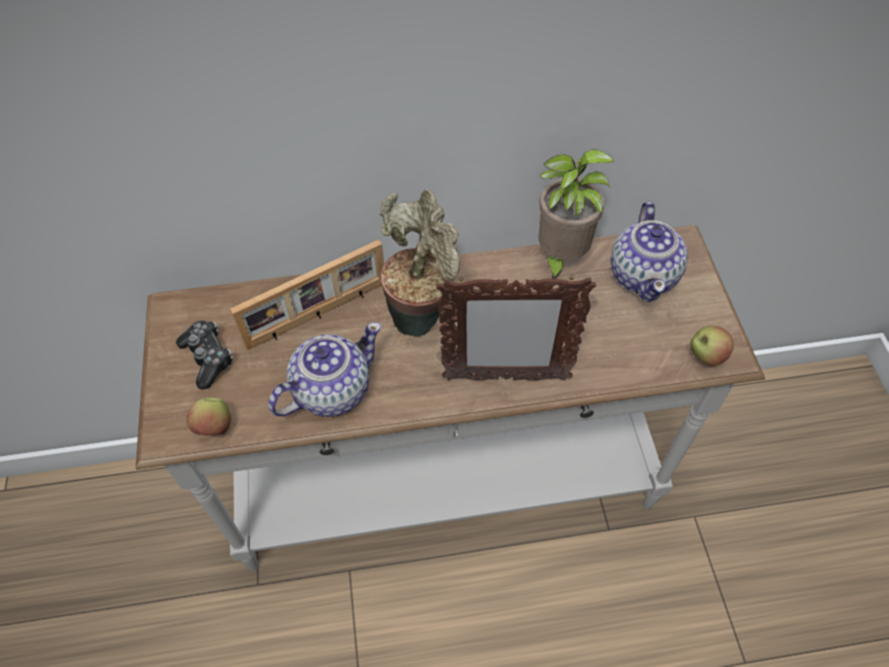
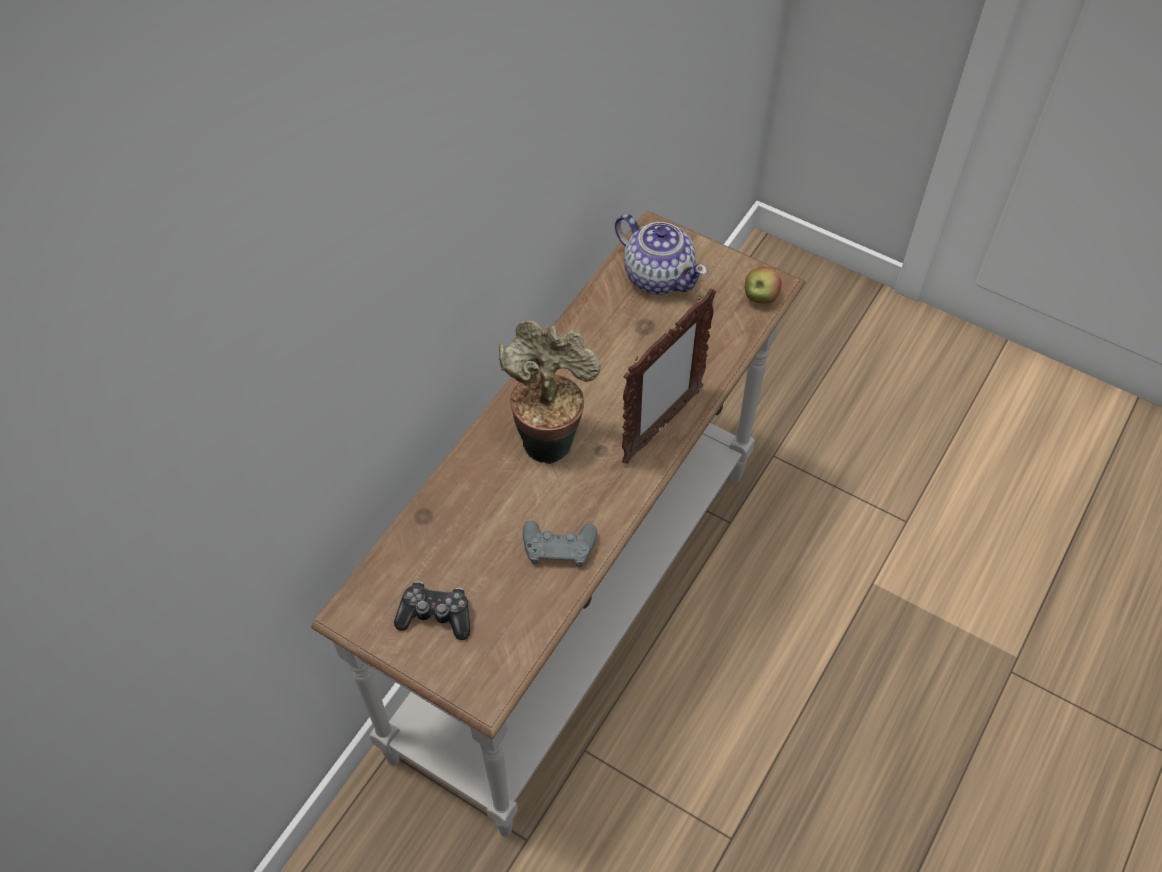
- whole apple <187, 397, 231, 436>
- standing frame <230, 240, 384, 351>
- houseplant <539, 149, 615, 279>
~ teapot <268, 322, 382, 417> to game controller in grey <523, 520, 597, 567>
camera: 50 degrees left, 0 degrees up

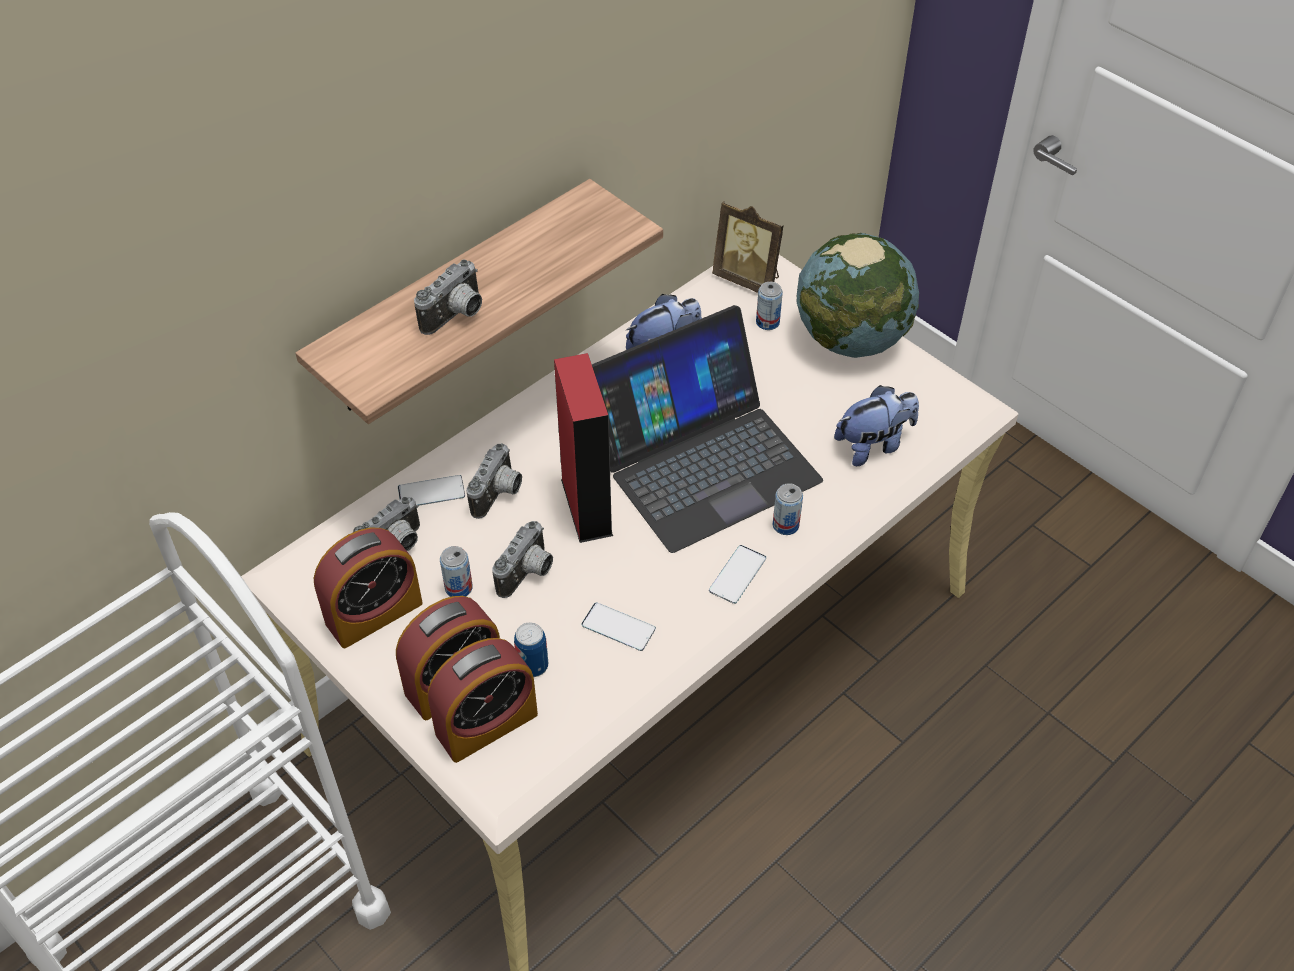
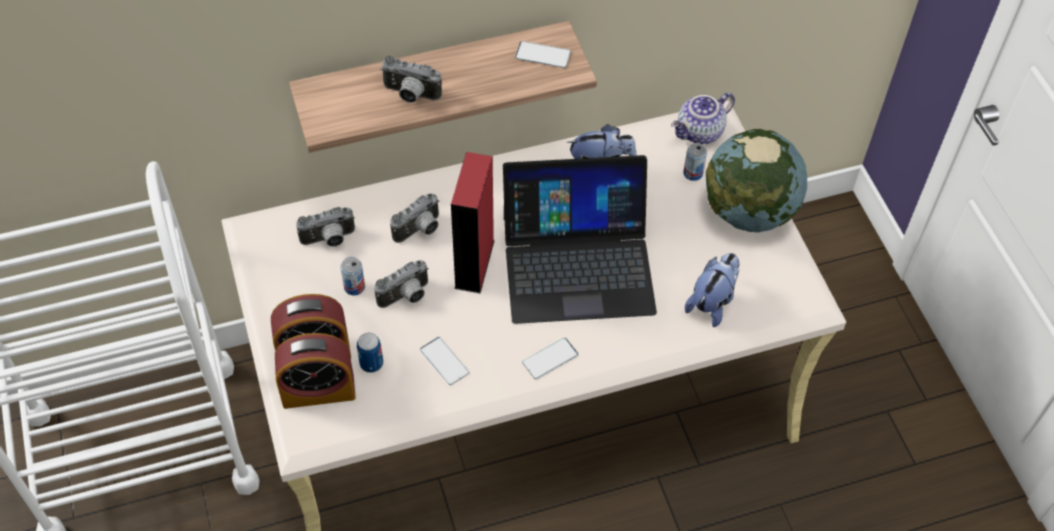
- table clock <314, 528, 423, 648>
- sealed can <773, 483, 803, 535>
~ handset <398, 475, 465, 506> to <515, 41, 571, 68>
~ standing frame <712, 201, 784, 293> to teapot <671, 92, 735, 144>
~ still camera <414, 259, 482, 335> = <380, 56, 442, 103> 45 degrees clockwise
~ soft toy <834, 385, 919, 466> = <685, 253, 740, 327> 60 degrees counterclockwise
camera: 25 degrees right, 5 degrees up

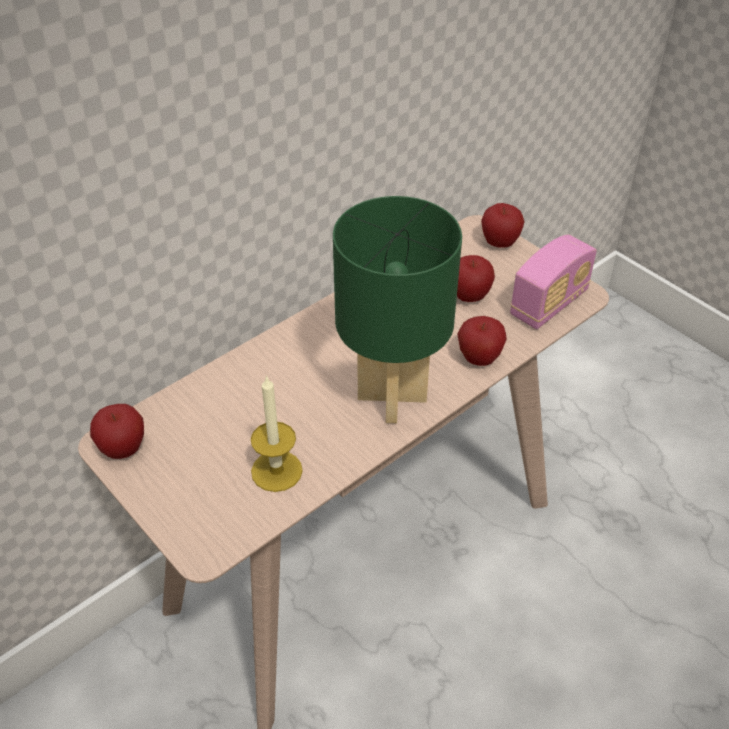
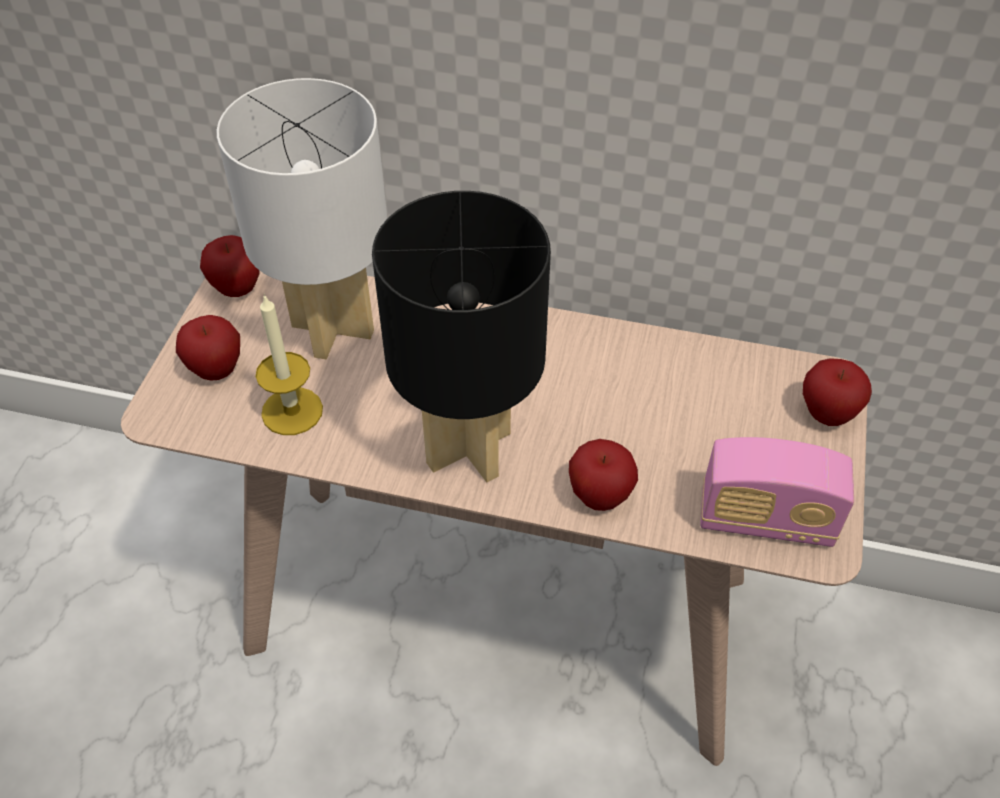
+ tabletop lamp in white-coloured <217, 78, 387, 359>
~ whole apple <457, 255, 495, 302> to <176, 315, 240, 381>
~ tabletop lamp in green <333, 196, 462, 423> to tabletop lamp in black-coloured <372, 191, 551, 482>
camera: 55 degrees right, 5 degrees up

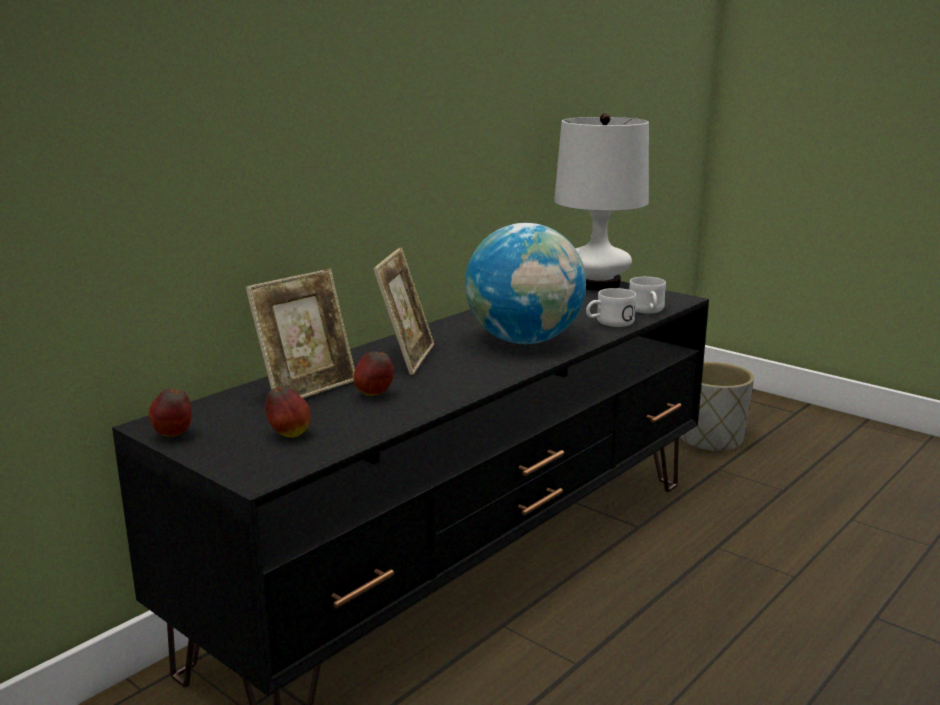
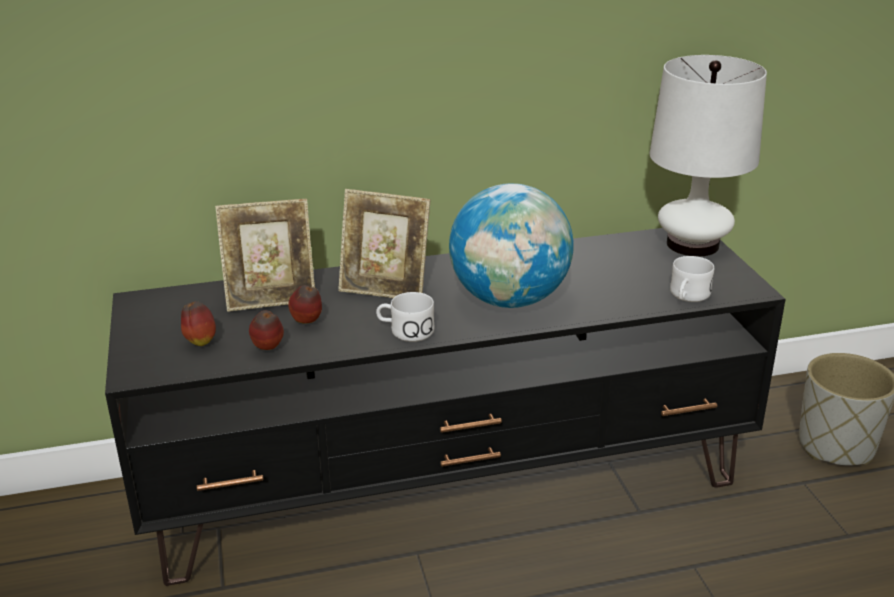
~ whole apple <149, 388, 192, 436> to <249, 310, 284, 350>
~ mug in white-coloured <586, 288, 636, 327> to <376, 292, 434, 342>
~ standing frame <373, 247, 434, 375> = <338, 189, 431, 298> 60 degrees clockwise
camera: 35 degrees right, 10 degrees up

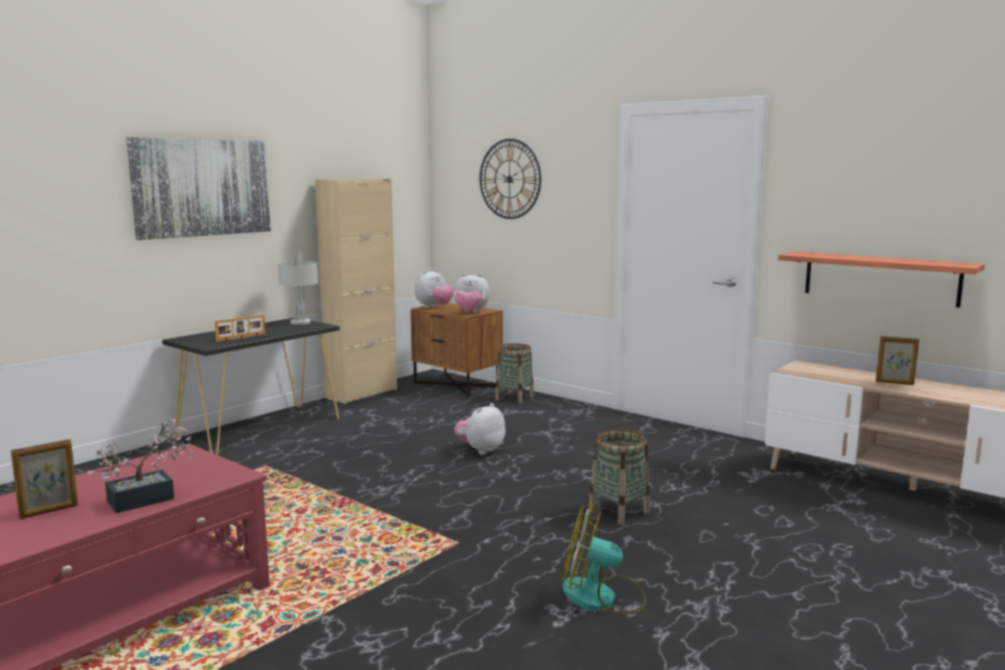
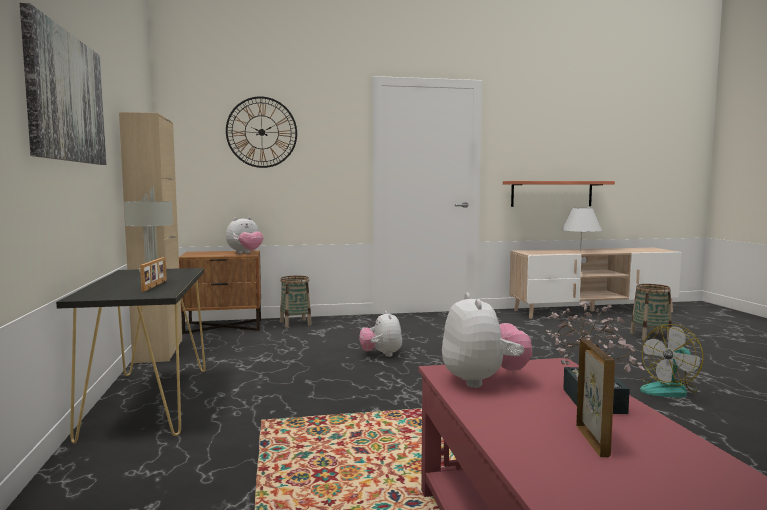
~ soft toy <415, 269, 454, 308> to <442, 293, 532, 388>
~ storage basket <589, 429, 650, 525> to <630, 284, 672, 340>
~ standing frame <876, 336, 919, 385> to tabletop lamp in white-coloured <561, 208, 602, 251>
camera: 50 degrees left, 5 degrees down

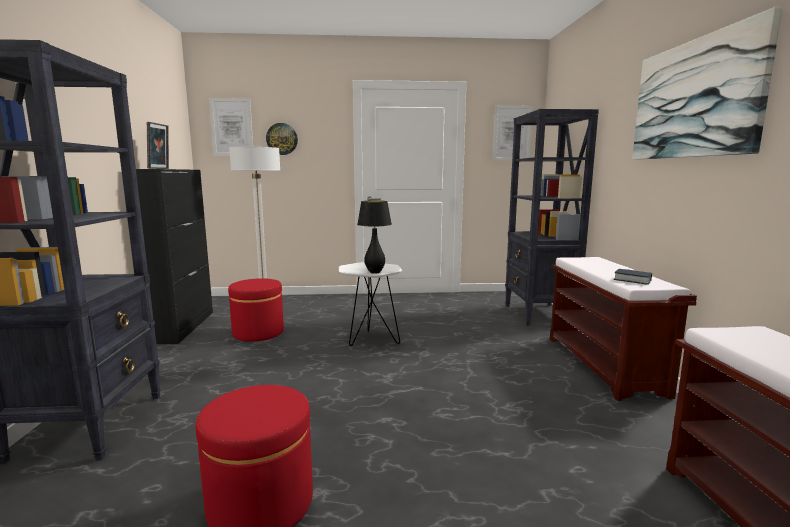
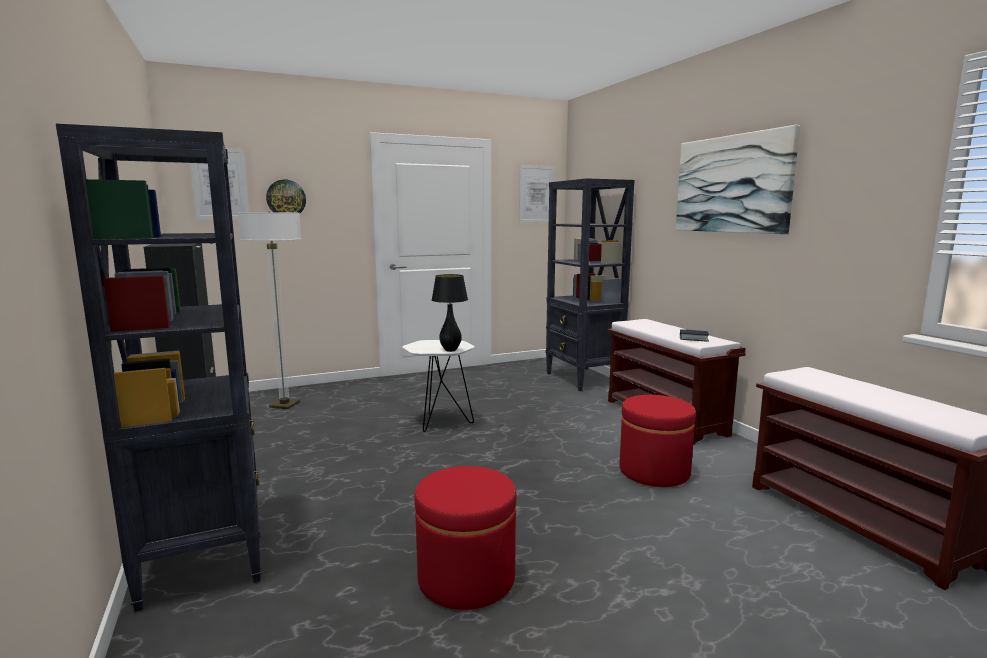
- standing frame <147, 122, 169, 169>
~ ottoman in red-coloured <228, 278, 284, 342> to <619, 395, 696, 487>
camera: 20 degrees left, 0 degrees up

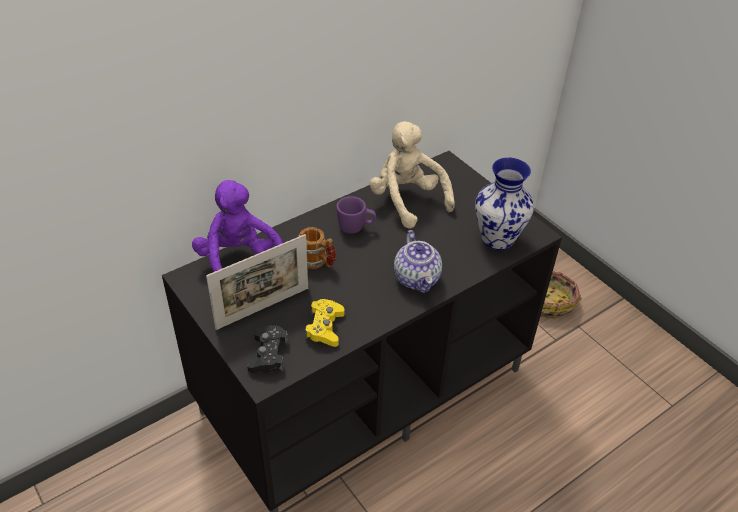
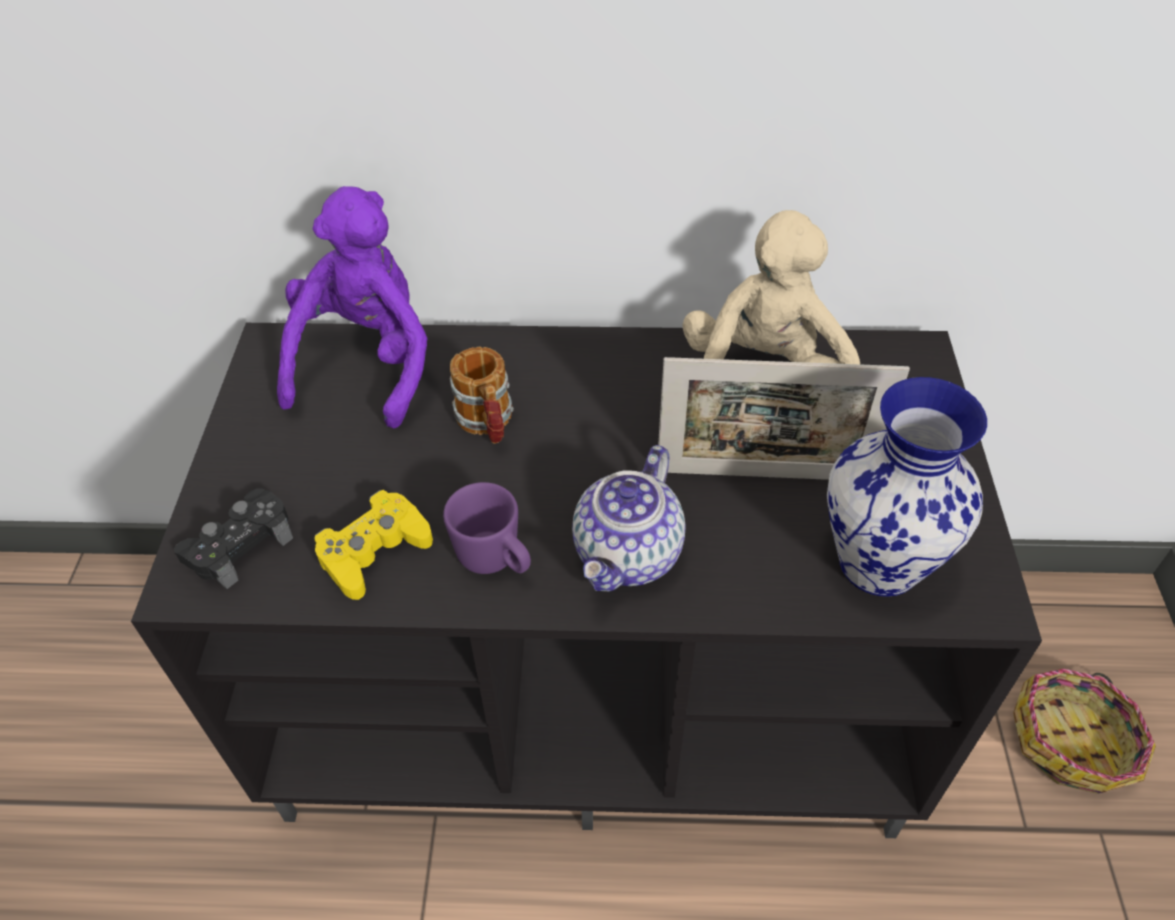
~ standing frame <206, 234, 308, 330> to <658, 357, 910, 480>
~ mug in purple <336, 196, 376, 234> to <443, 482, 531, 574>
camera: 40 degrees right, 5 degrees up

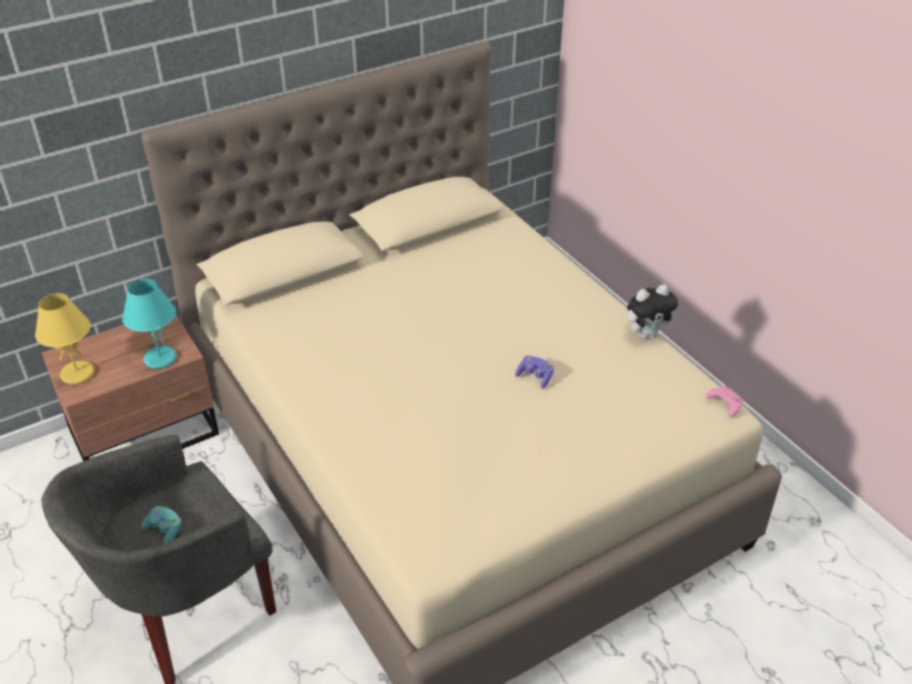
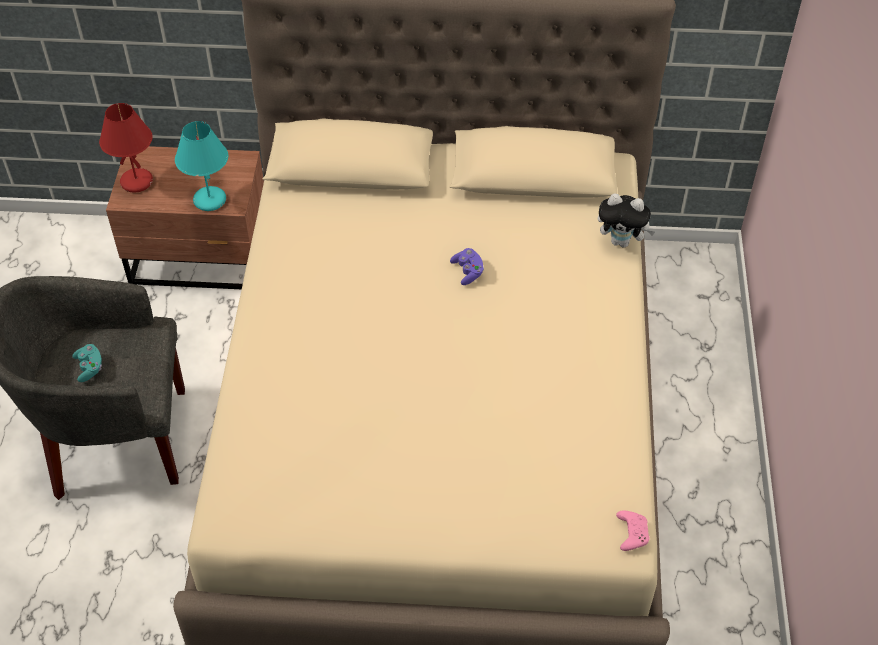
~ game controller in purple <515, 356, 554, 389> to <450, 248, 484, 285>
~ soft toy <627, 285, 678, 339> to <598, 194, 655, 248>
~ tabletop lamp in yellow <35, 293, 94, 385> to tabletop lamp in red-coloured <99, 103, 153, 193>
camera: 35 degrees right, 10 degrees up

